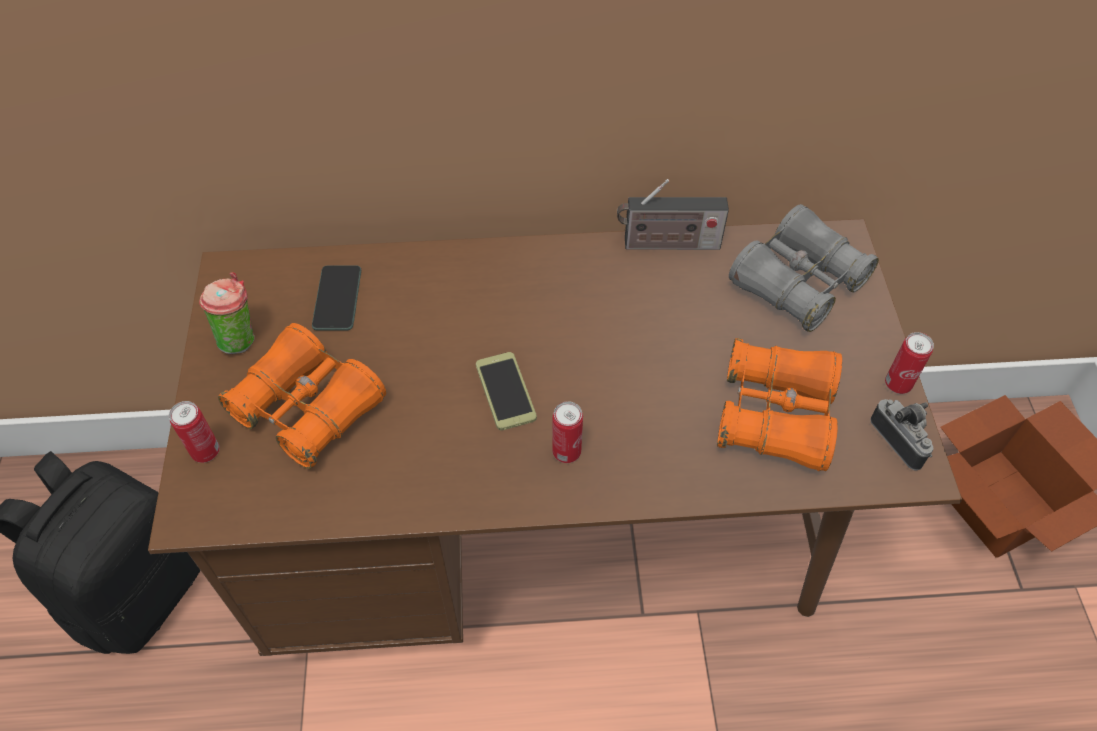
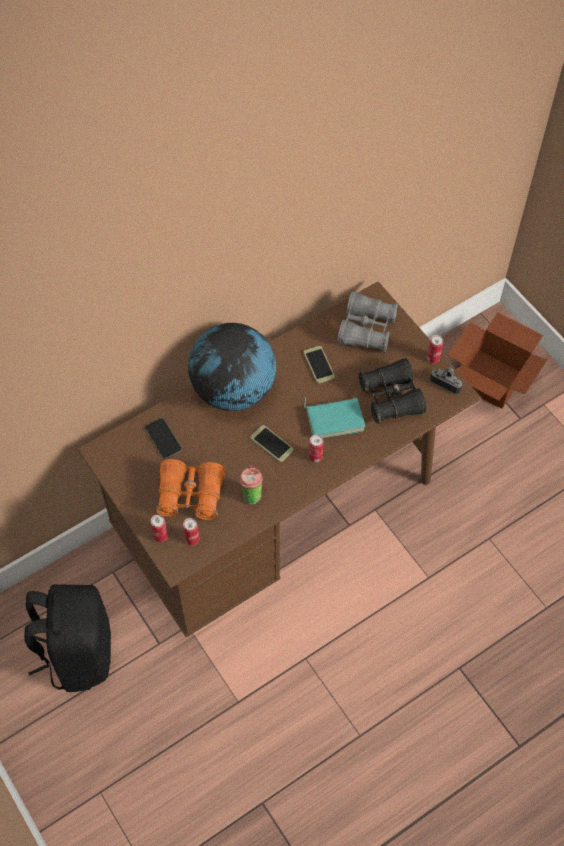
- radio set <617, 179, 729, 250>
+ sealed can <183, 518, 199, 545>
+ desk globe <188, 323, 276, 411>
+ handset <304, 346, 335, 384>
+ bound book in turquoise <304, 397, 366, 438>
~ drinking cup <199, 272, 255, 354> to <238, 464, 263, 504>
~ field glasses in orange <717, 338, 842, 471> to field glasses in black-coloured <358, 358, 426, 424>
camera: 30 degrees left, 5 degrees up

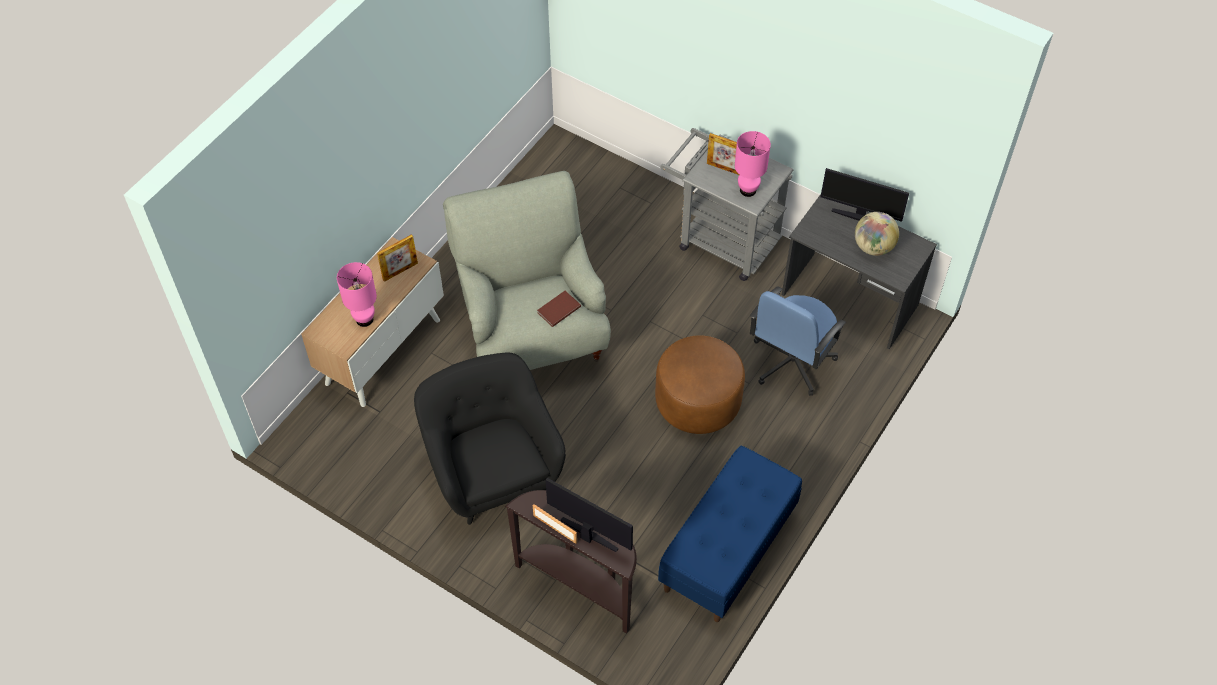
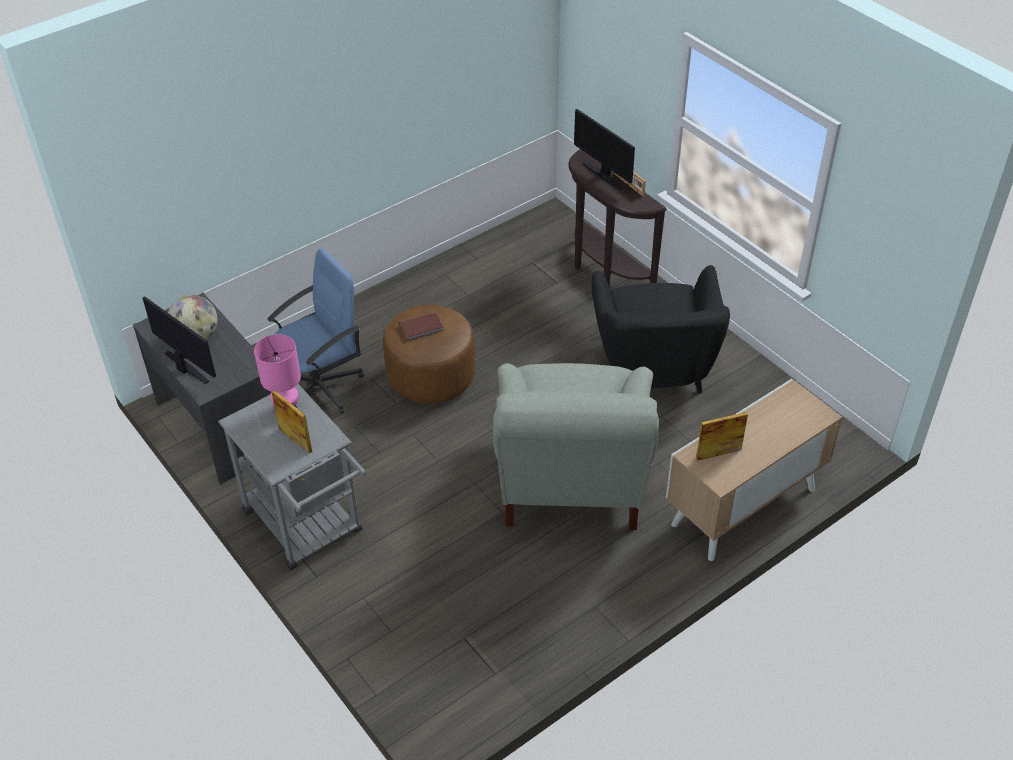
- tabletop lamp in pink-coloured <337, 262, 377, 327>
- bench in blue-coloured <658, 446, 802, 622>
~ bound book in brown <537, 291, 581, 327> to <399, 312, 444, 341>
camera: 160 degrees left, 10 degrees down

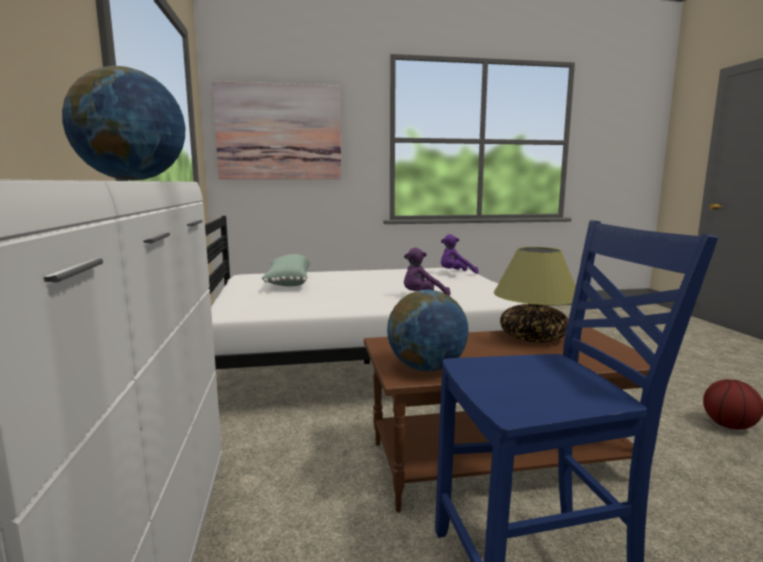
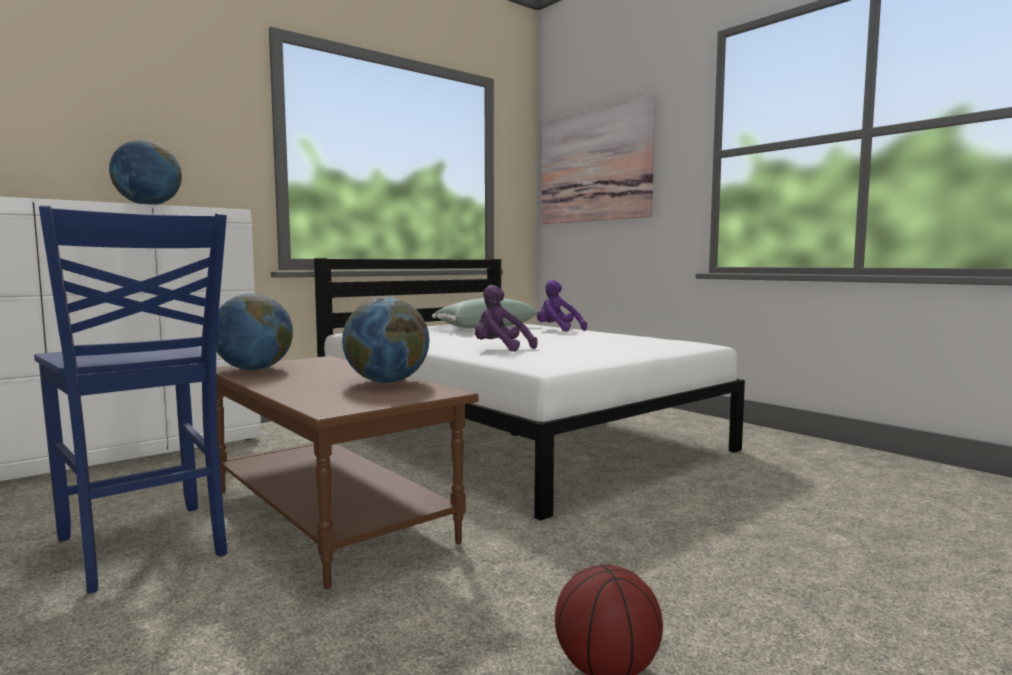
~ soft toy in purple <441, 234, 478, 274> to <537, 280, 587, 332>
~ tabletop lamp <494, 247, 576, 342> to desk globe <342, 297, 429, 383>
camera: 60 degrees right, 5 degrees down

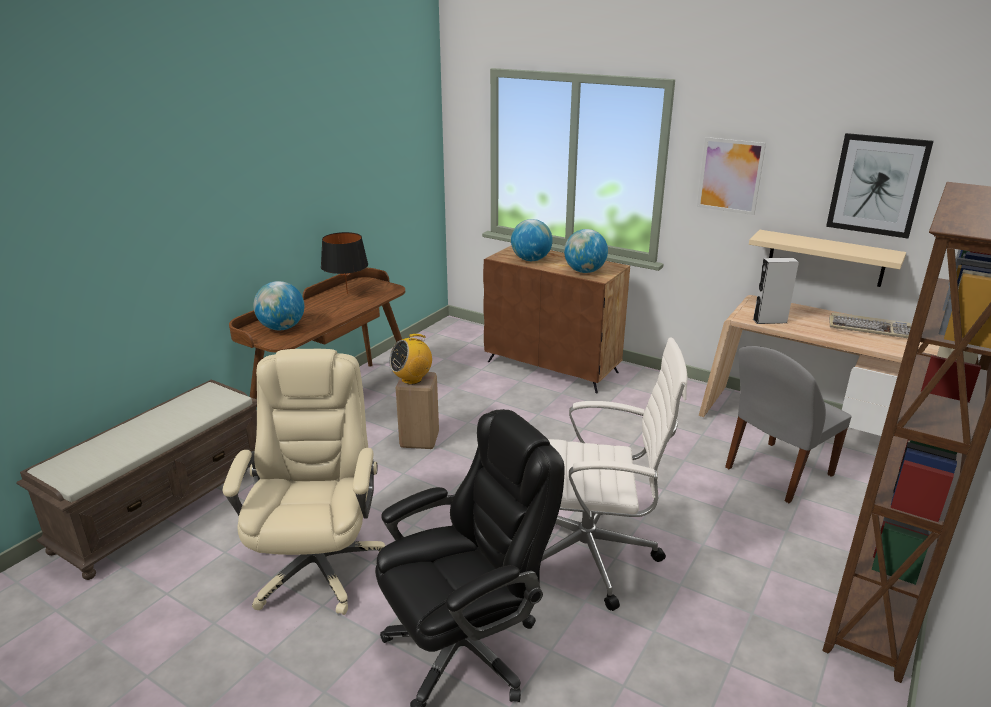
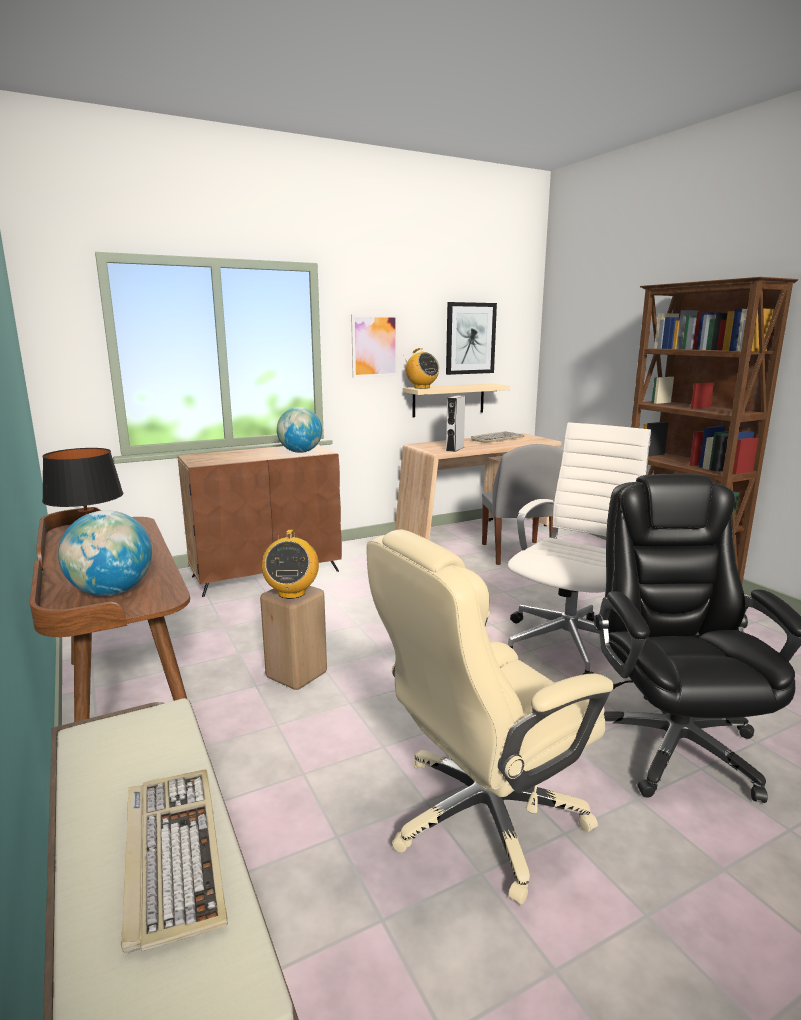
- desk globe <511, 219, 553, 261>
+ keyboard <121, 769, 228, 953>
+ radio set <403, 348, 439, 389>
~ desk chair in beige <222, 349, 385, 615> = <367, 530, 614, 905> 60 degrees counterclockwise
camera: 60 degrees left, 10 degrees down

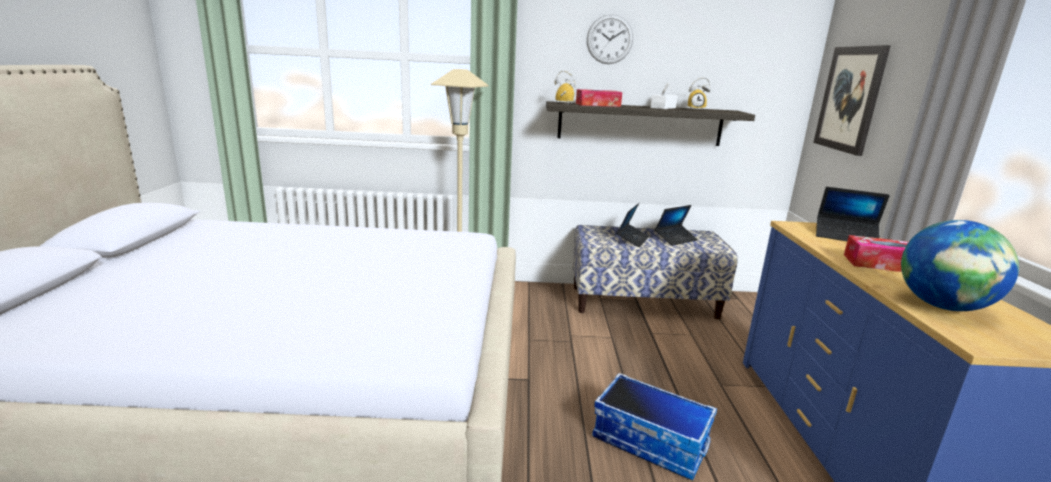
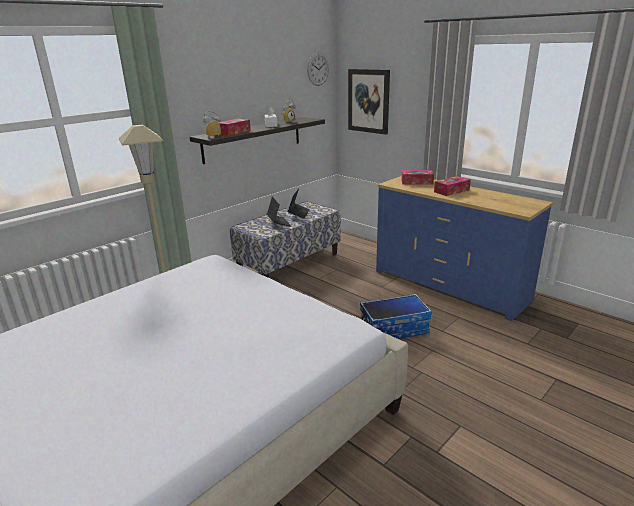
- desk globe <901, 220, 1019, 311>
~ wall clock <587, 14, 633, 64> to <307, 53, 329, 86>
~ portable computer <816, 187, 890, 241> to tissue holder <401, 170, 434, 185>
camera: 45 degrees left, 5 degrees up

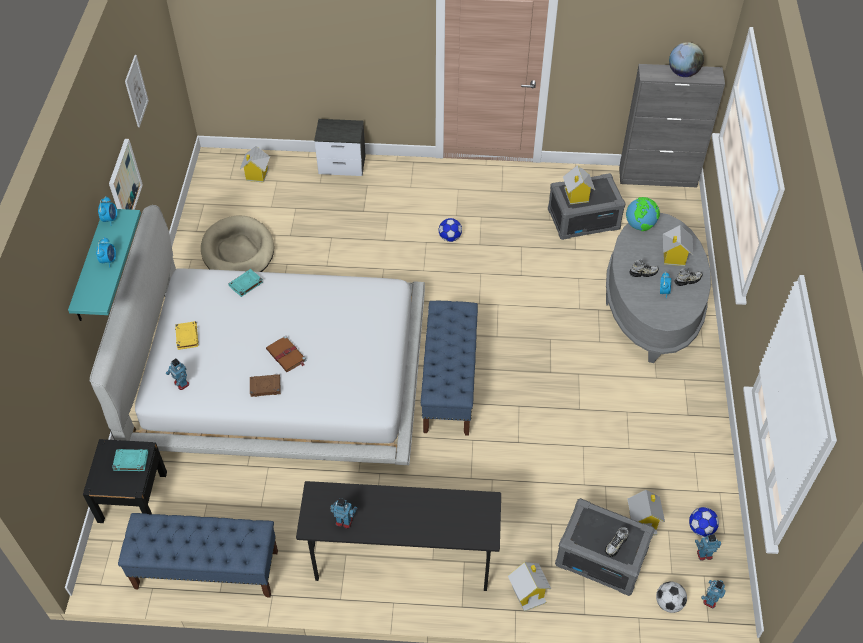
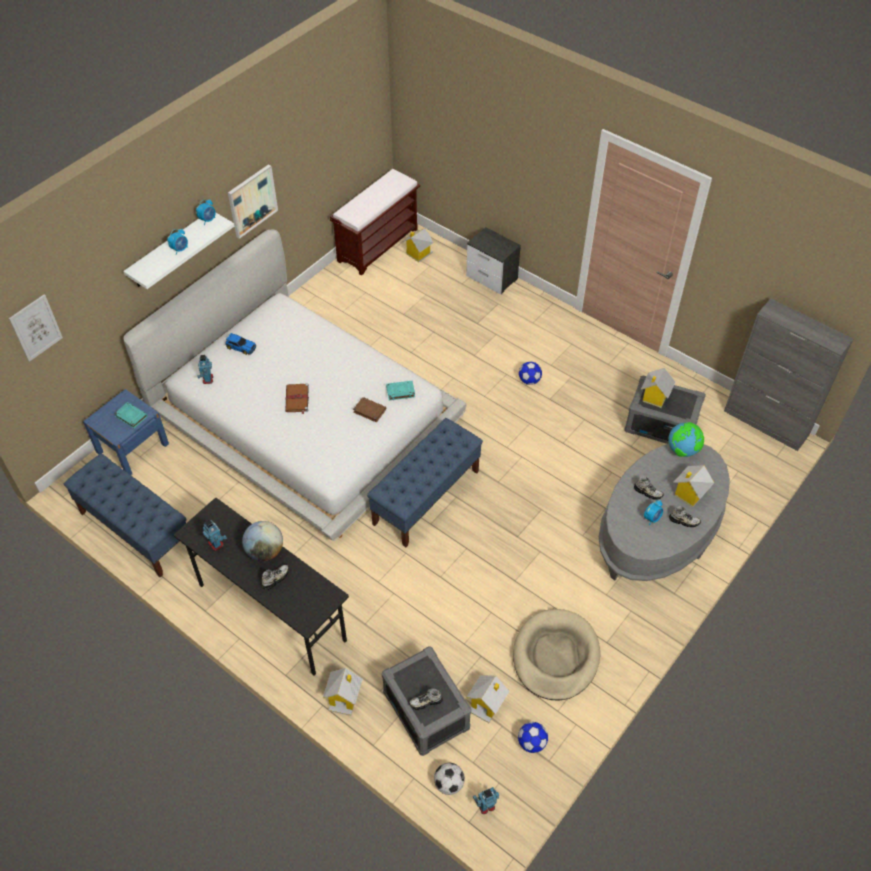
- model robot <695, 534, 721, 561>
+ item of footwear <261, 564, 289, 590>
+ bench in brown <330, 169, 420, 276>
~ wall picture <125, 55, 149, 127> to <9, 294, 63, 362>
~ dog bed in beige <201, 216, 274, 272> to <513, 609, 600, 700>
~ bound book in turquoise <228, 269, 263, 297> to <386, 381, 415, 400>
~ bound book in brown <250, 374, 281, 397> to <353, 397, 386, 423>
~ desk globe <669, 42, 704, 77> to <242, 521, 283, 561>
~ bound book in yellow <175, 321, 198, 350> to toy car <225, 333, 256, 355>
~ wall shelf in turquoise <68, 209, 141, 321> to wall shelf in white-coloured <123, 213, 234, 289>
~ bedside table in black-coloured <83, 439, 167, 523> to bedside table in blue-coloured <83, 389, 169, 475>
camera: 35 degrees right, 0 degrees up

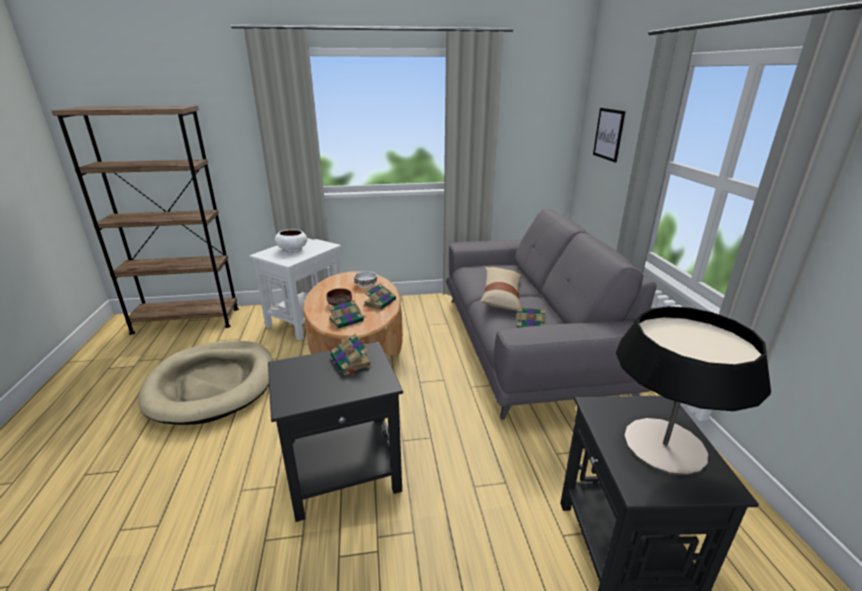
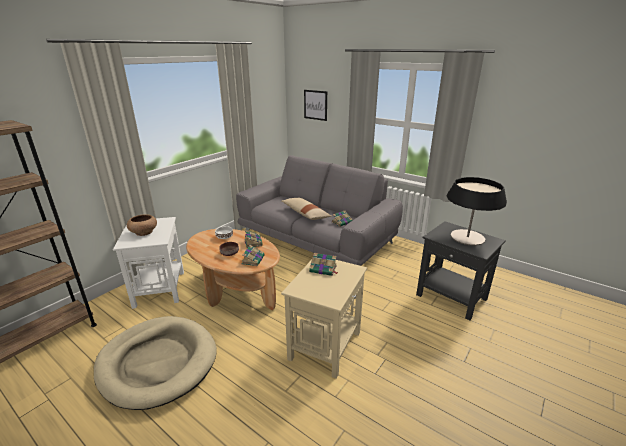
~ accent table in black-coloured <268, 342, 403, 522> to accent table in beige <281, 260, 367, 379>
~ deep dish in white-coloured <275, 230, 307, 253> to deep dish in brown <127, 214, 157, 236>
camera: 45 degrees left, 0 degrees up

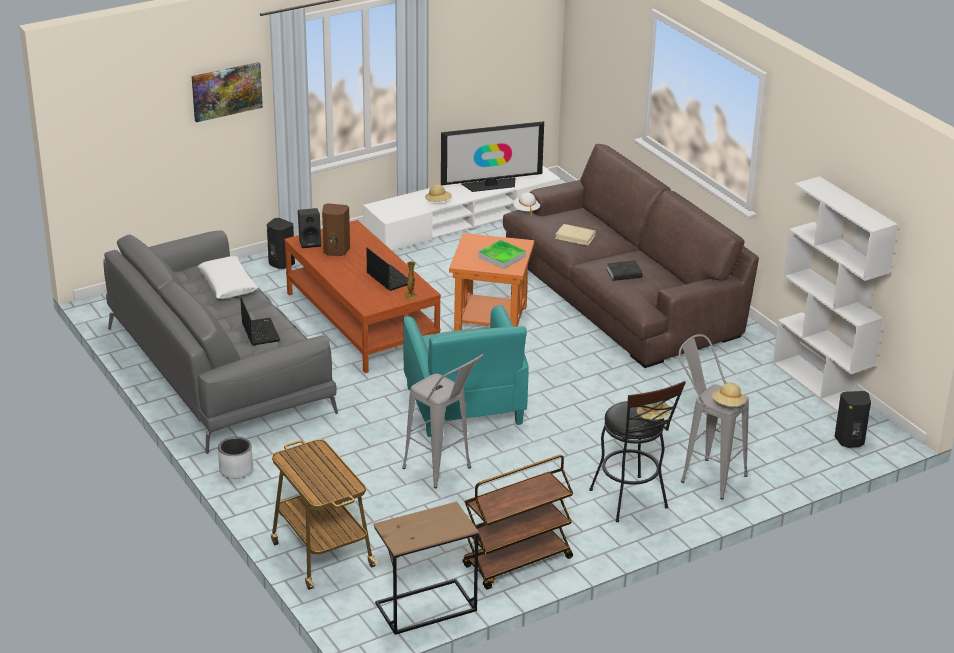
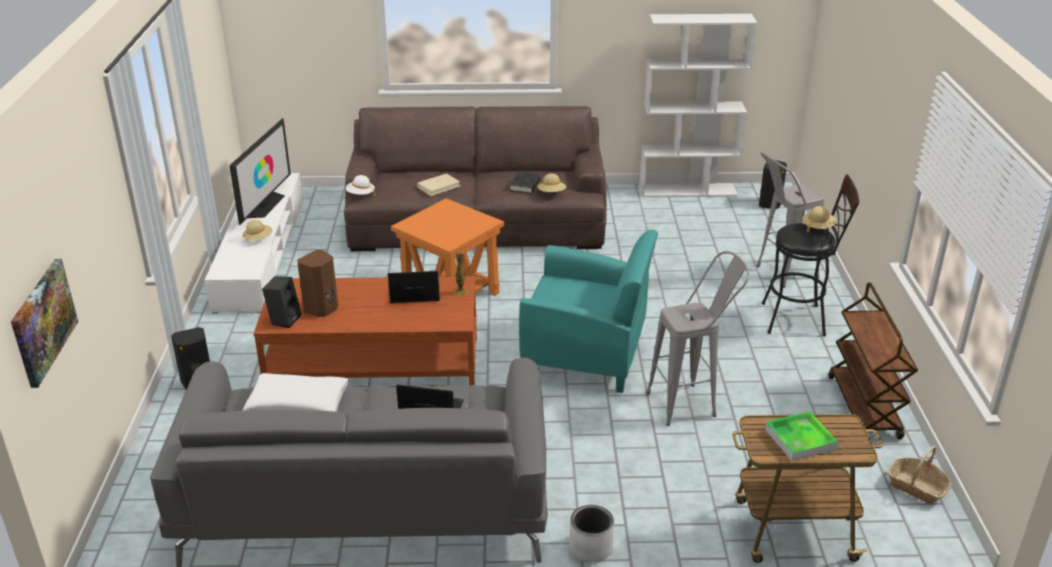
~ wall picture <192, 62, 263, 122> to <11, 259, 78, 388>
~ serving tray <478, 240, 526, 269> to <765, 411, 838, 461>
~ wearable hat in beige <712, 382, 746, 407> to <537, 173, 566, 192>
~ accent table in brown <373, 502, 479, 635> to storage basket <888, 446, 951, 504>
camera: 60 degrees left, 0 degrees up

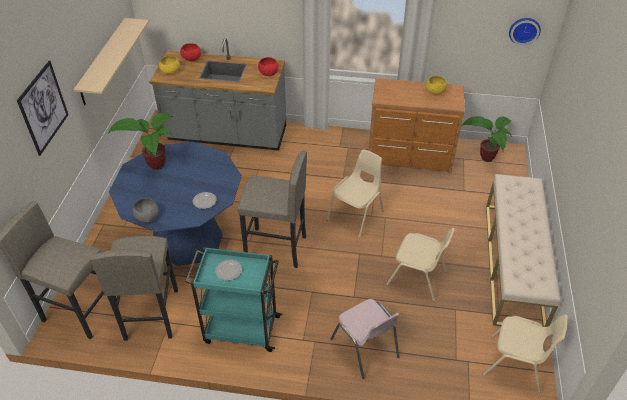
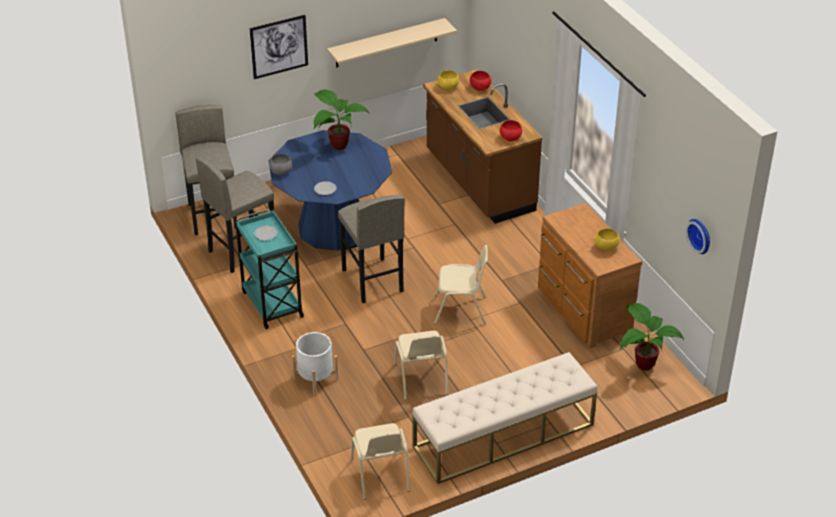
~ plain chair in pink-coloured <330, 299, 399, 379> to flower pot in white-coloured <292, 332, 338, 395>
~ kitchen counter in grey <149, 38, 286, 151> to kitchen counter in brown <423, 69, 543, 224>
camera: 55 degrees right, 5 degrees down

